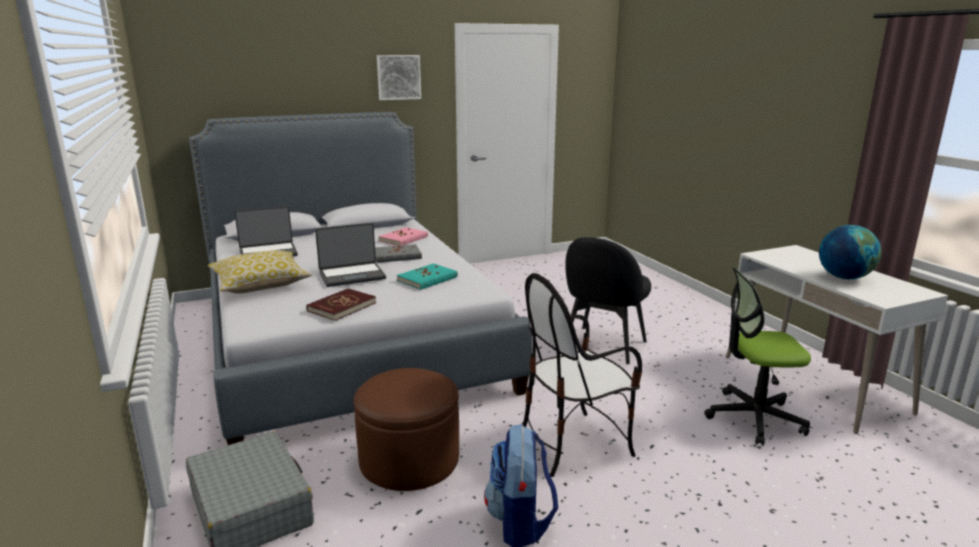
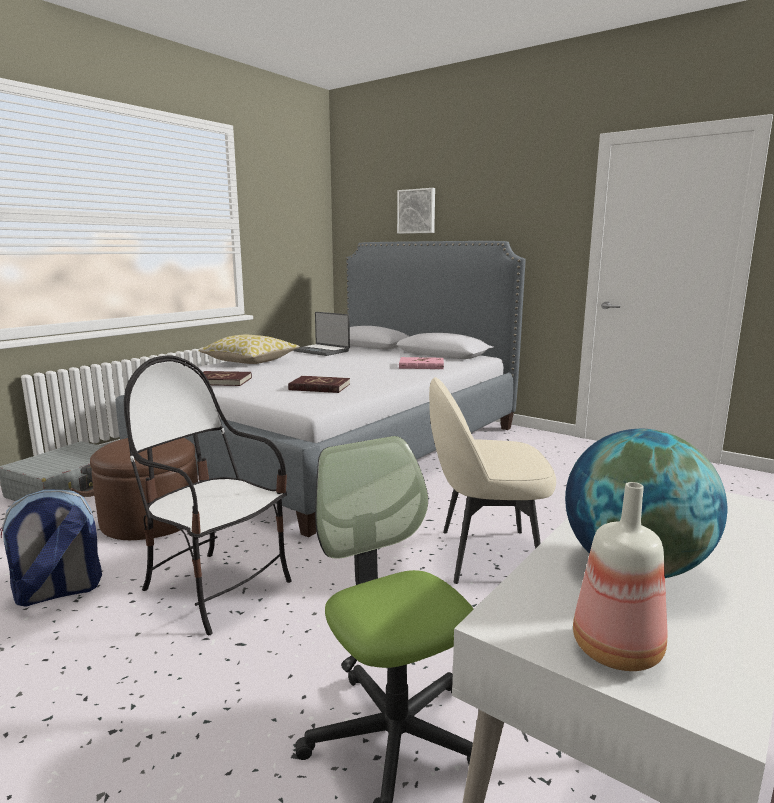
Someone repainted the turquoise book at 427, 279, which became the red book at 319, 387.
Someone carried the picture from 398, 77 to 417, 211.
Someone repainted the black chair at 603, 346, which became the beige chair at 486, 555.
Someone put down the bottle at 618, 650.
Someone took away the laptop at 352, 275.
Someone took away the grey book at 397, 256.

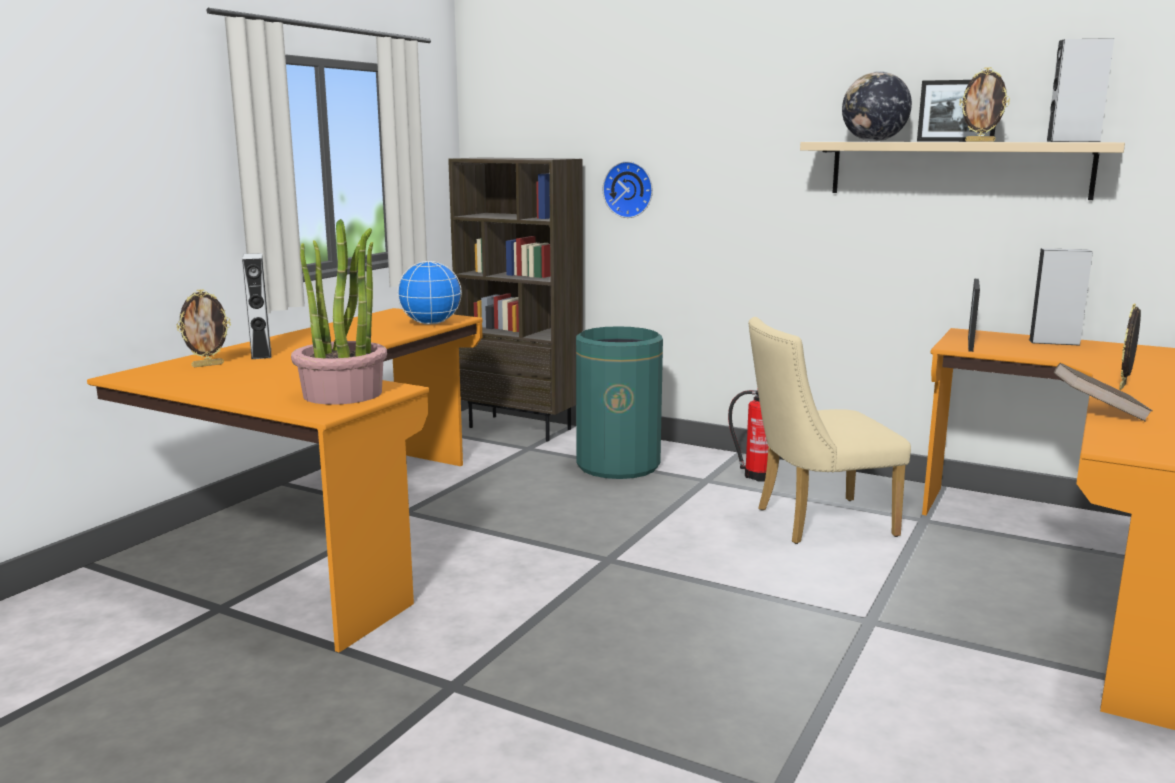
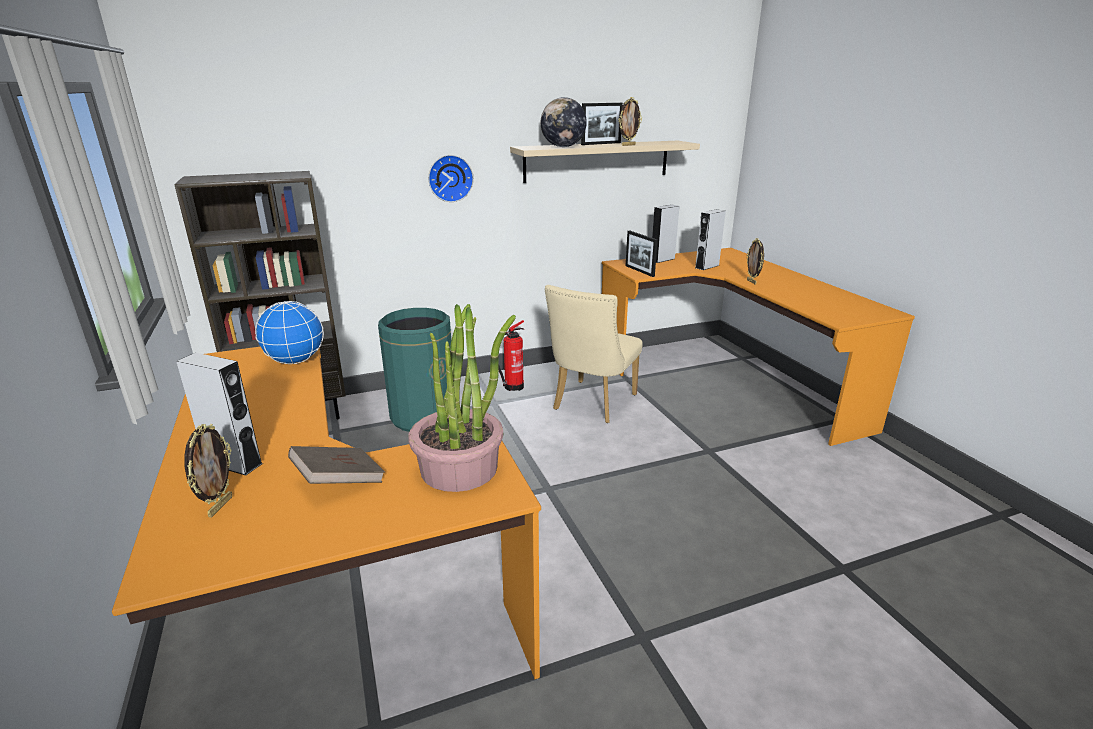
Someone carried the brown book from 1098, 411 to 339, 481.
Someone carried the wall clock from 629, 189 to 450, 178.
Someone carried the grey speaker from 1073, 141 to 707, 266.

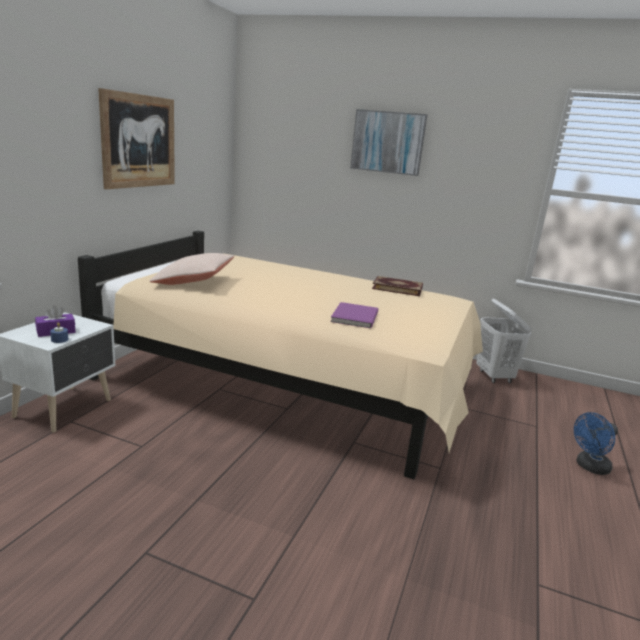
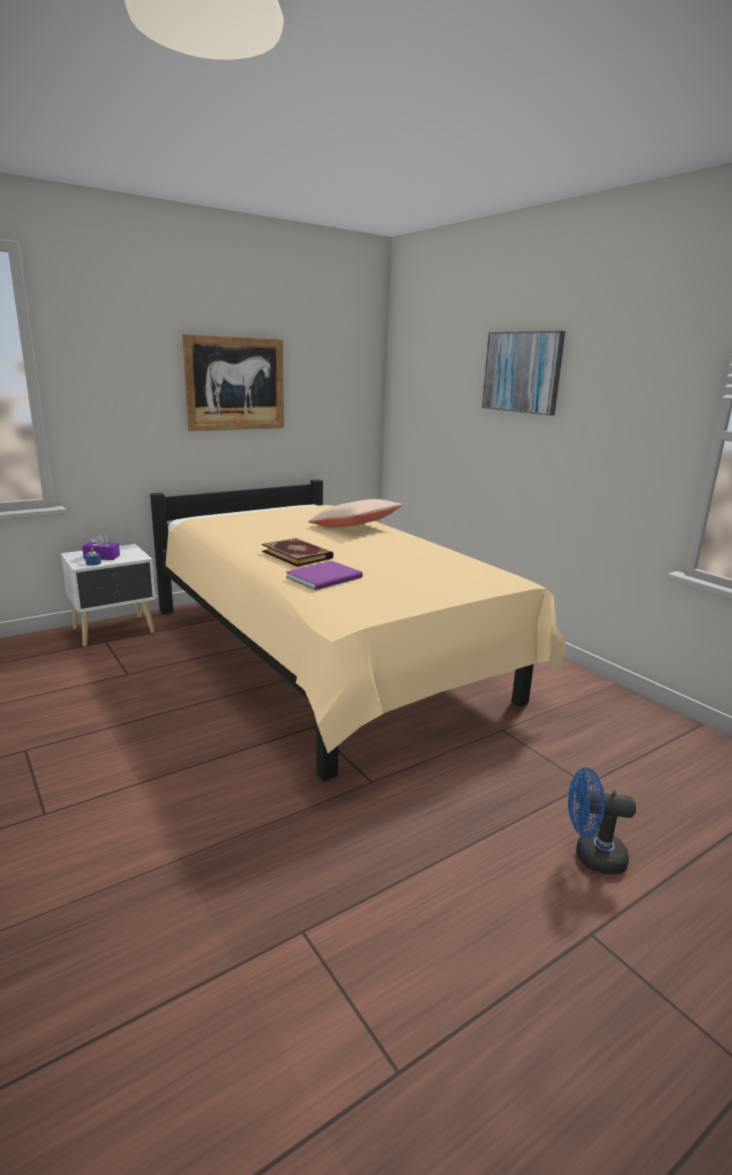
Someone carried the book from 397, 288 to 298, 554.
Someone carried the beige pillow from 193, 281 to 355, 527.
Someone took away the white laundry basket at 494, 376.

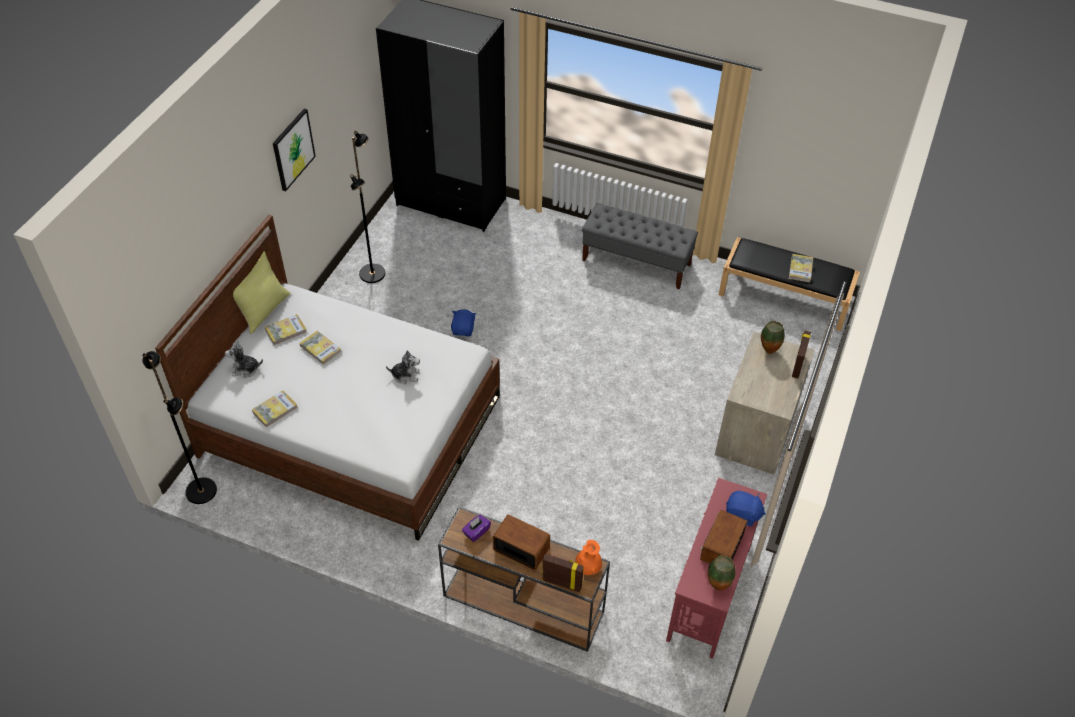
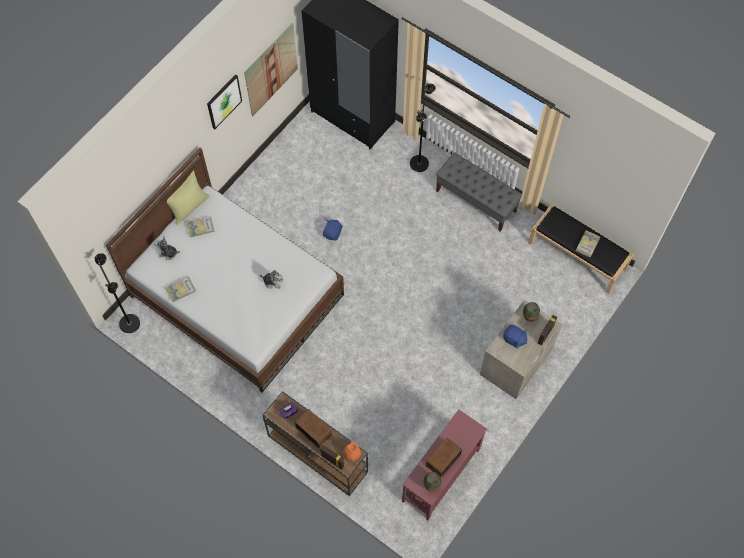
Someone put up the picture at 271, 70.
Someone carried the black floor lamp from 373, 274 to 419, 163.
Someone carried the blue plush toy from 742, 515 to 514, 339.
Someone took away the book at 320, 349.

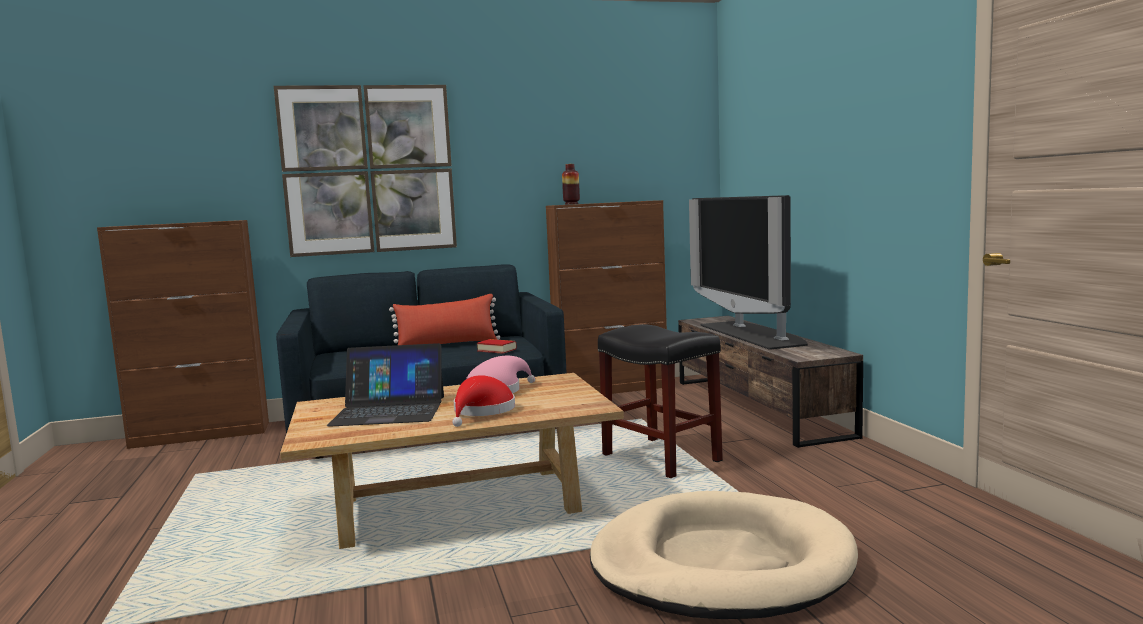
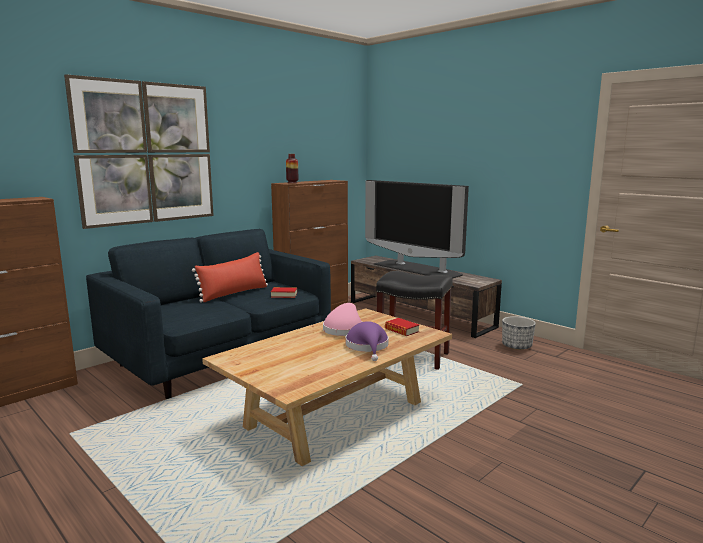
Someone repainted the red hat at 482, 412, which became the purple hat at 368, 347.
Someone put down the book at 401, 330.
Someone put down the planter at 517, 346.
Someone took away the laptop at 389, 411.
Someone took away the beige dog bed at 720, 564.

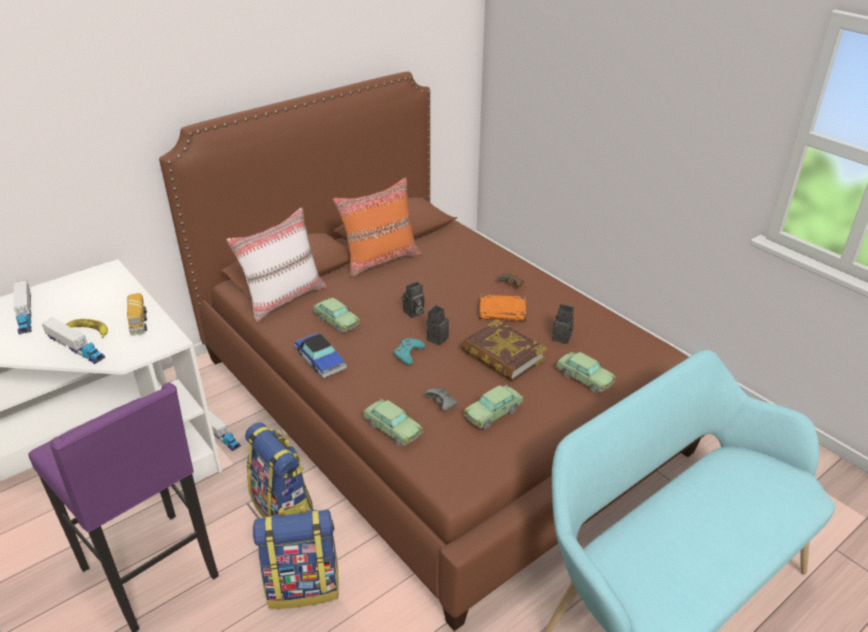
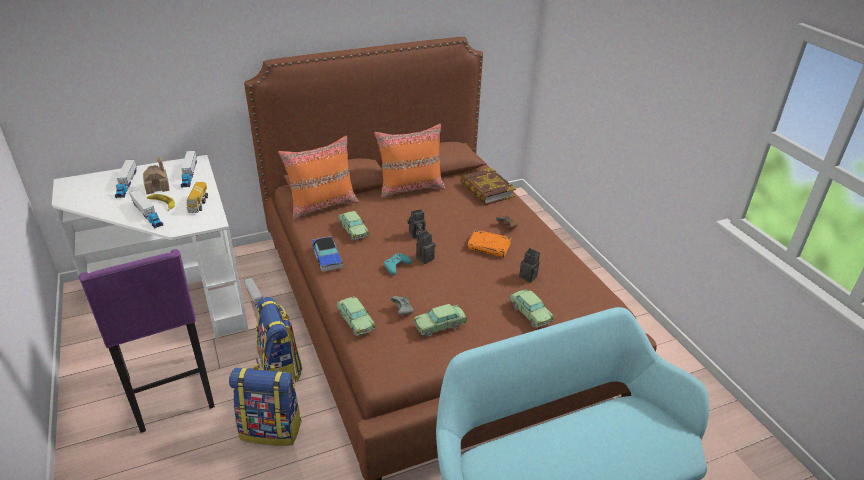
Someone put down the toy house at 157, 187.
Someone put down the toy truck at 189, 174.
Someone repainted the white pillow at 284, 298, which became the orange pillow at 323, 205.
Someone carried the book from 502, 356 to 487, 190.

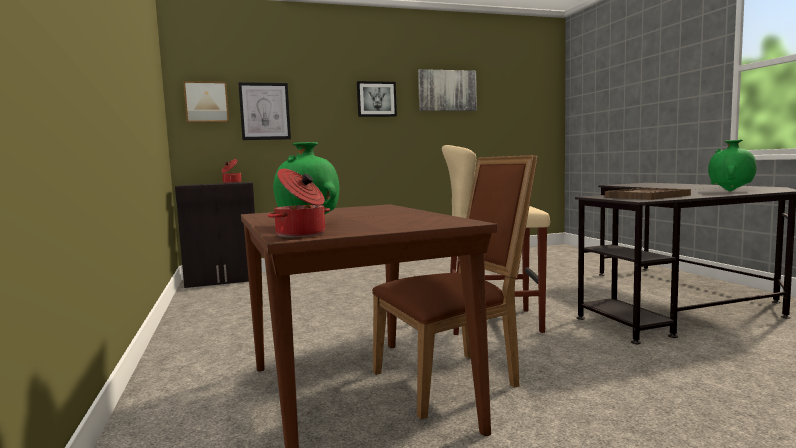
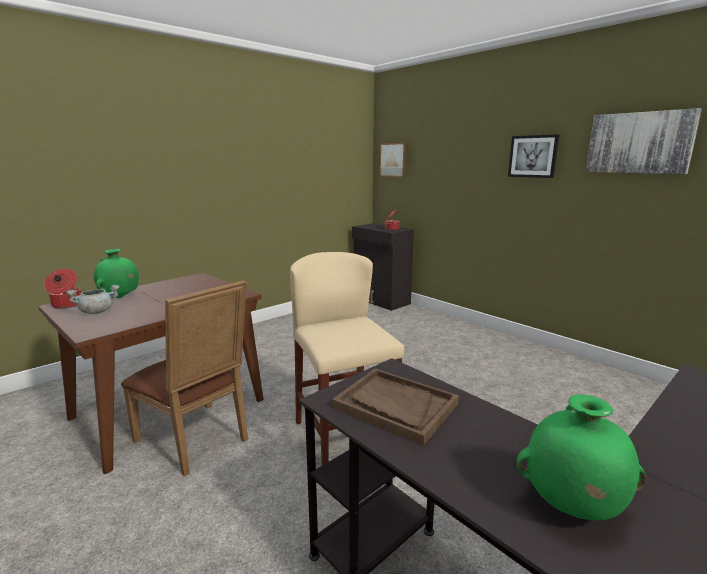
Someone put down the grey cooking pot at 97, 312.
Someone took away the picture at 265, 111.

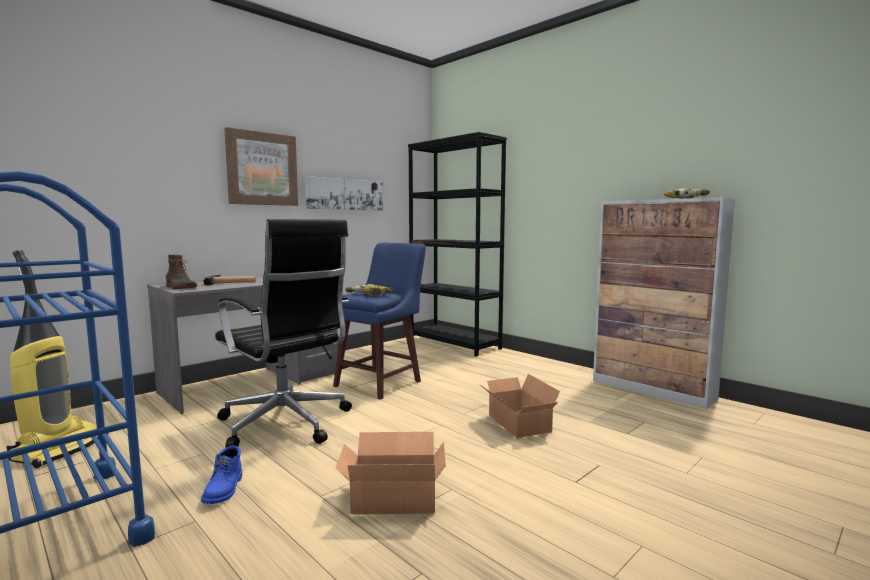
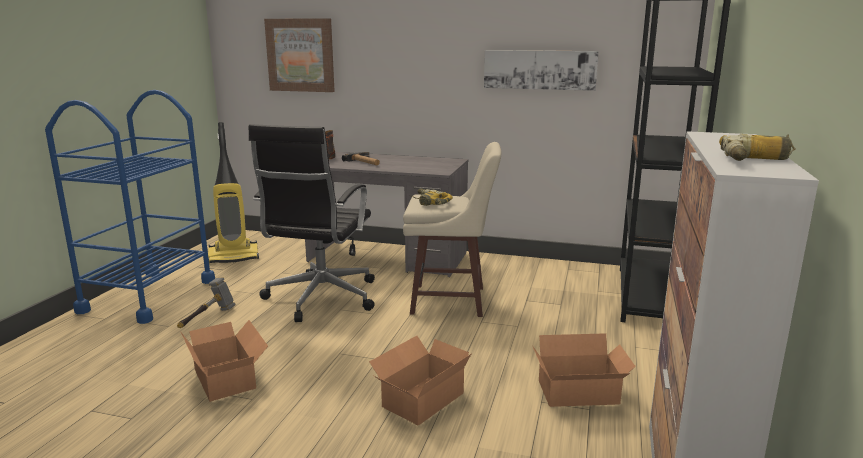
Someone swapped the blue boot at 224, 490 for the hammer at 207, 319.
Someone carried the picture from 262, 169 to 300, 55.
Someone repainted the blue stool at 380, 383, which became the beige stool at 451, 301.
Someone put down the cardboard box at 580, 394.

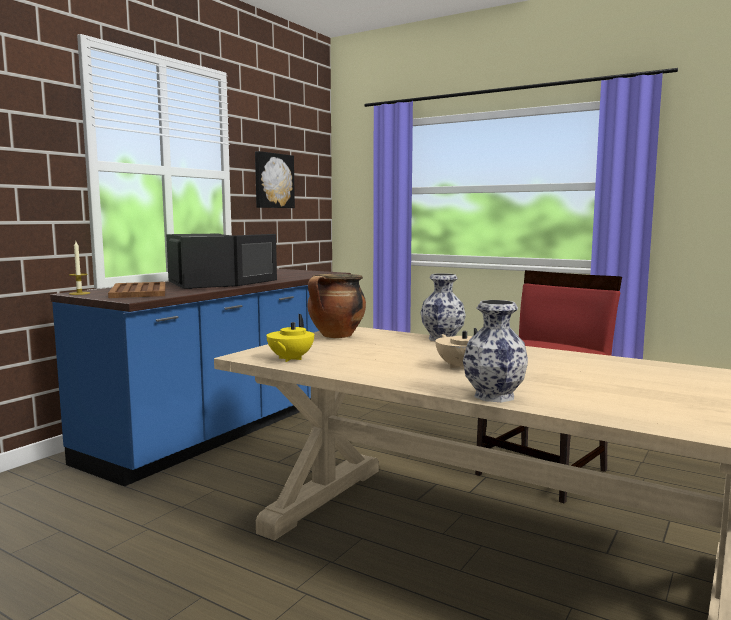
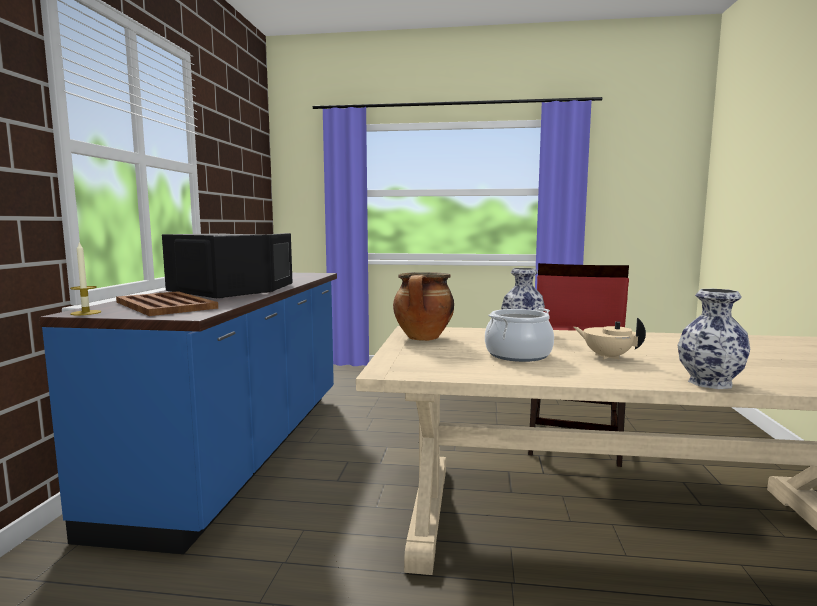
Someone put down the cooking pot at 518, 355.
Someone took away the picture at 273, 181.
Someone took away the yellow teapot at 290, 359.

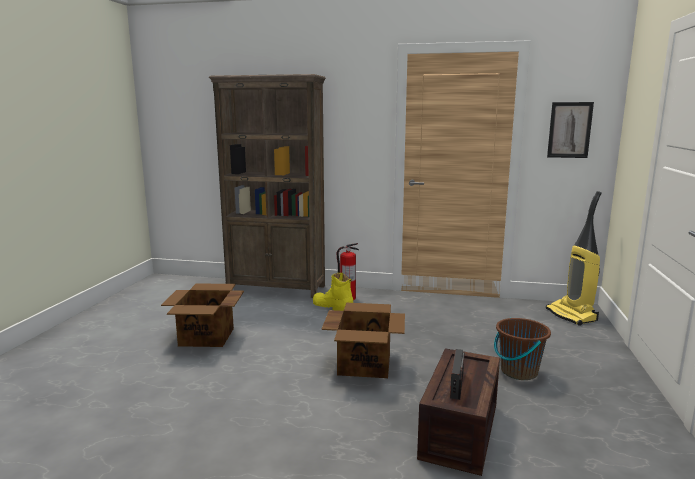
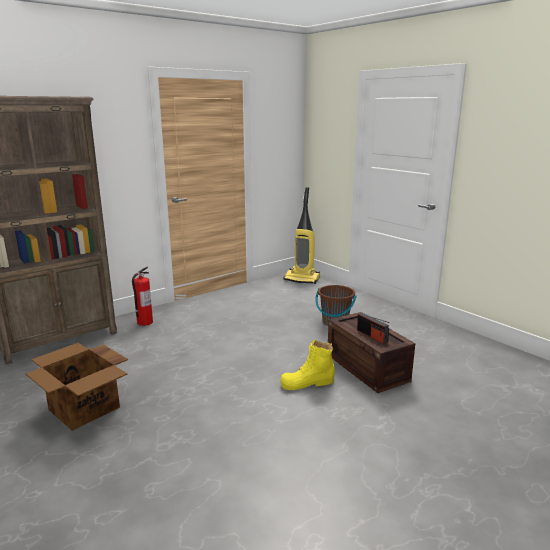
Someone carried the yellow boot from 332, 306 to 307, 383.
Someone took away the cardboard box at 364, 364.
Someone took away the picture at 569, 130.

